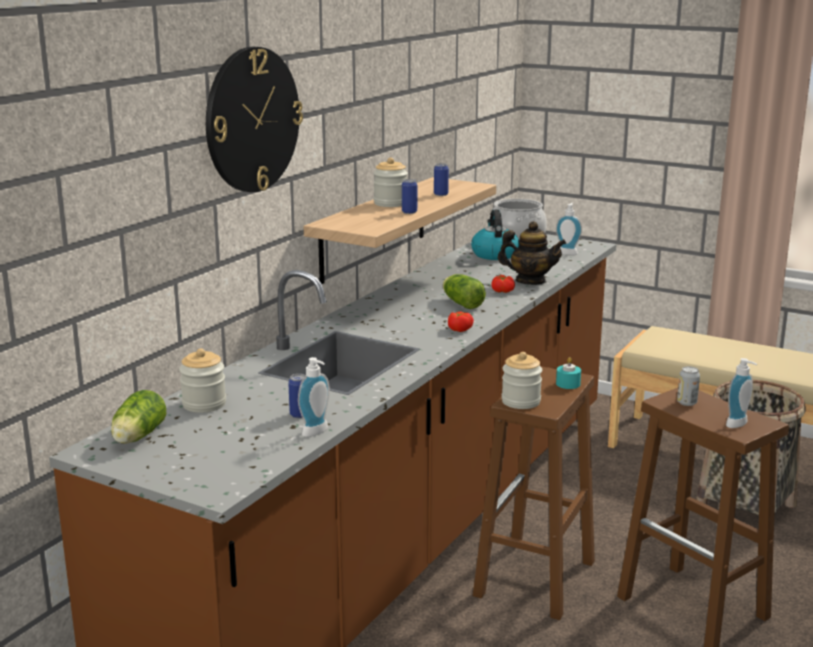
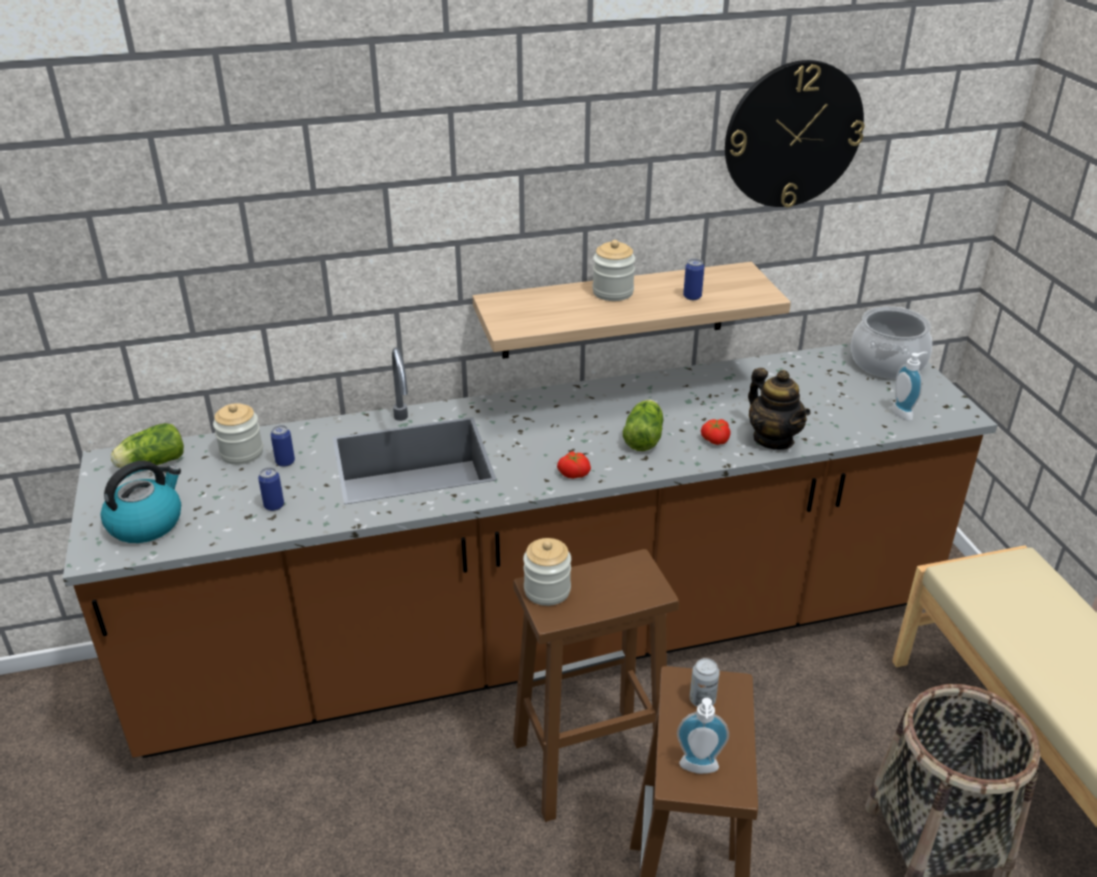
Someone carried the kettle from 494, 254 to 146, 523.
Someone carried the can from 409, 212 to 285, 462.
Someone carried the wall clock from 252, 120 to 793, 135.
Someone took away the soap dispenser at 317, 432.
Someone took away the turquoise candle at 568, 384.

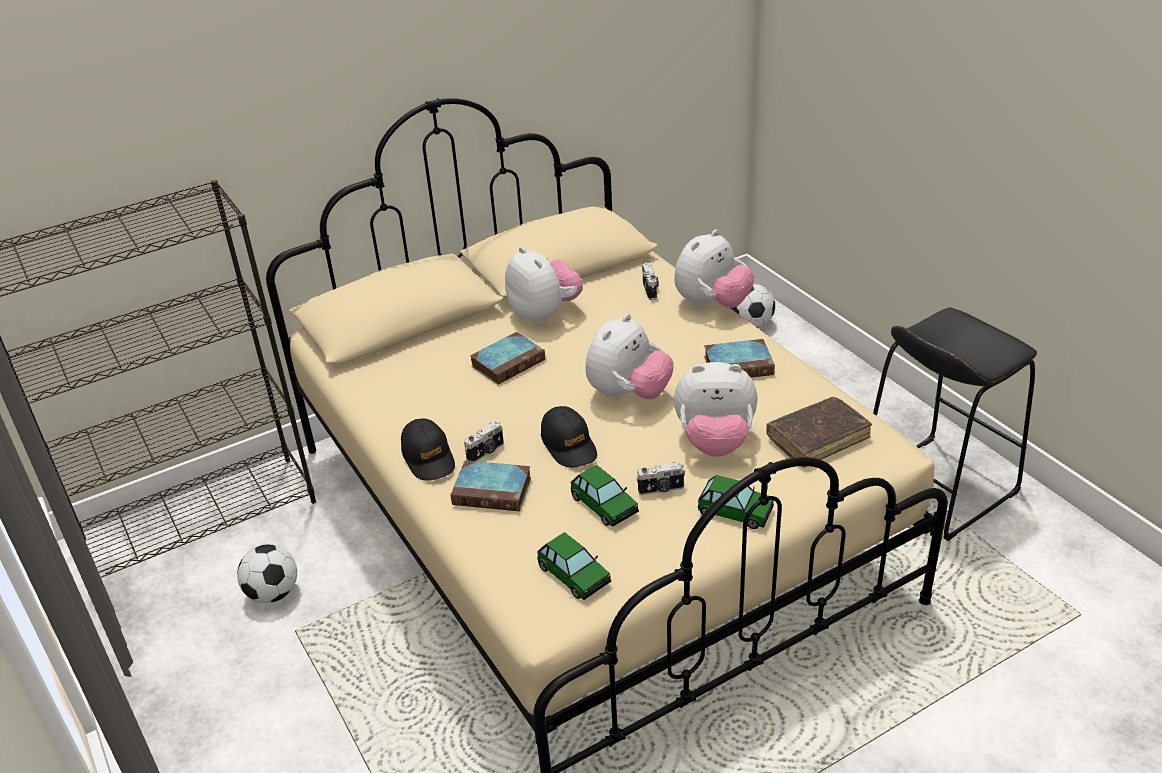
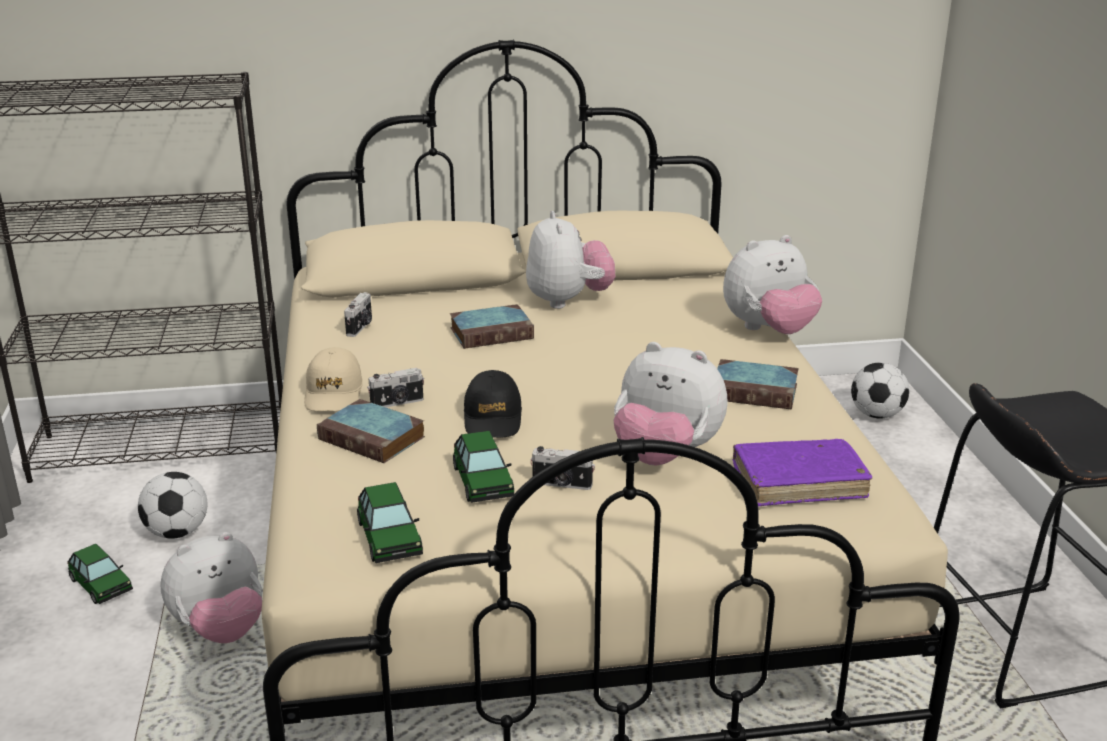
Someone carried the toy car from 735, 511 to 101, 585.
Someone carried the plush toy from 628, 394 to 220, 630.
Someone repainted the black cap at 428, 457, which became the beige cap at 333, 393.
Someone carried the photo camera from 650, 290 to 361, 327.
Someone repainted the brown book at 817, 438, which became the purple book at 798, 483.

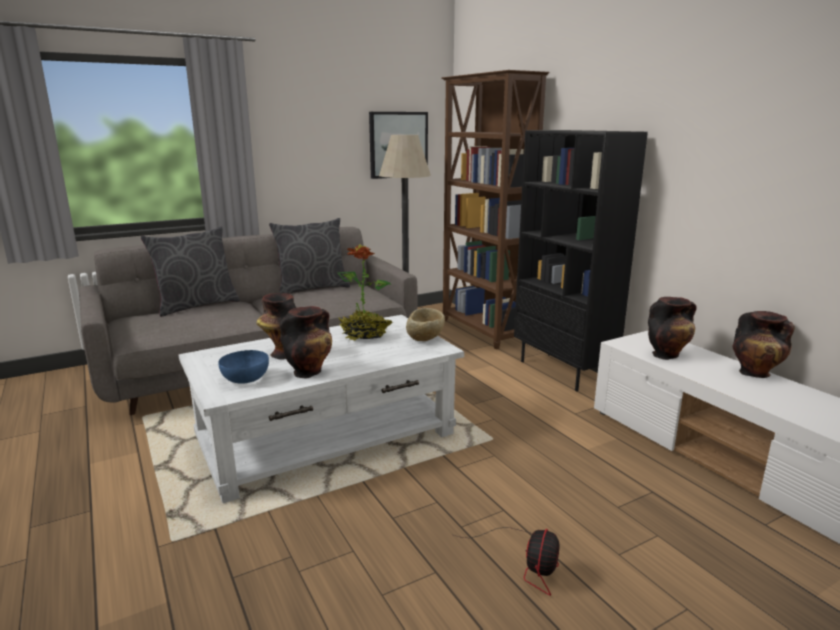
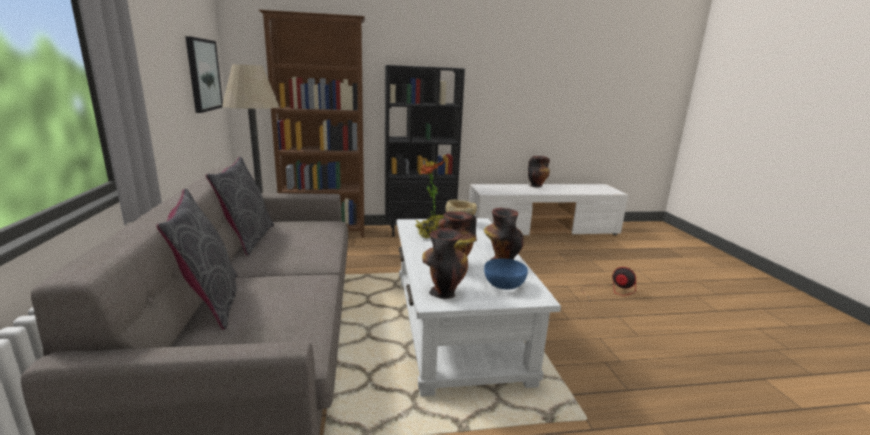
Someone carried the vase from 666, 355 to 443, 291.

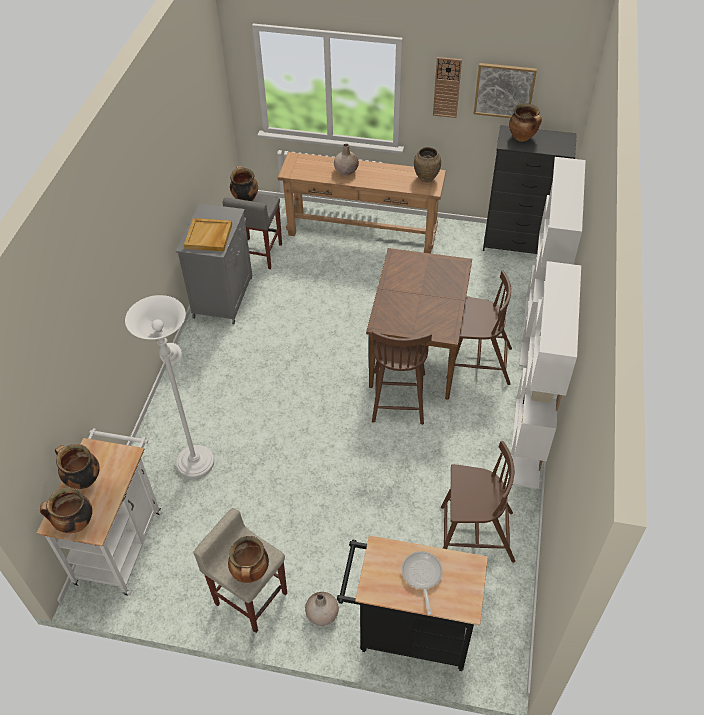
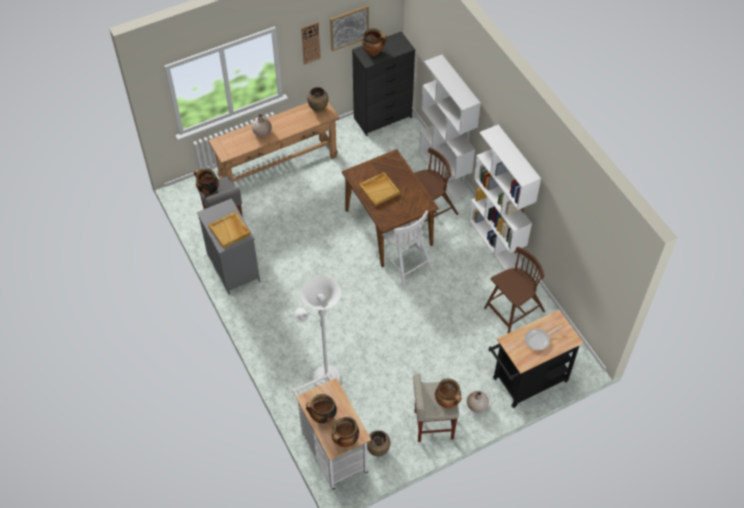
Someone put down the beige tray at 379, 190.
Someone put down the brown vase at 377, 450.
Someone repainted the brown chair at 398, 396, which became the white chair at 403, 261.
Someone rotated the frying pan at 422, 576 by 75 degrees counterclockwise.

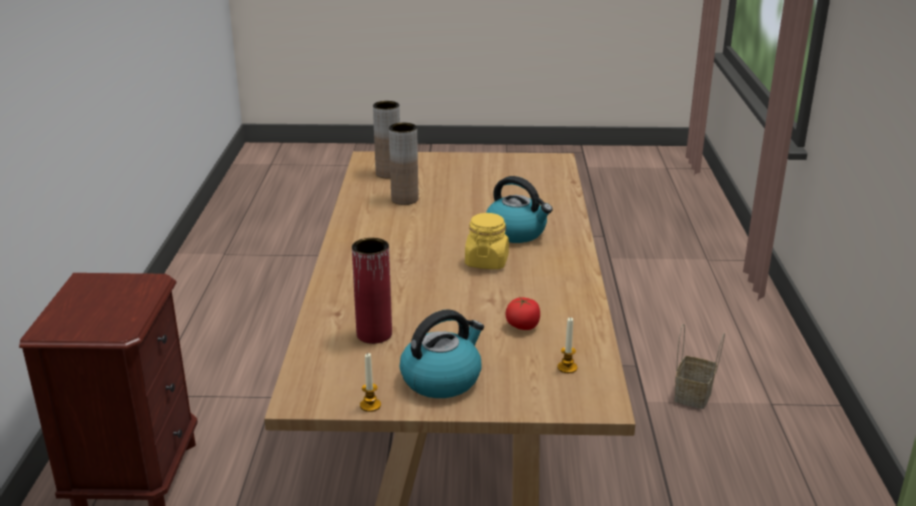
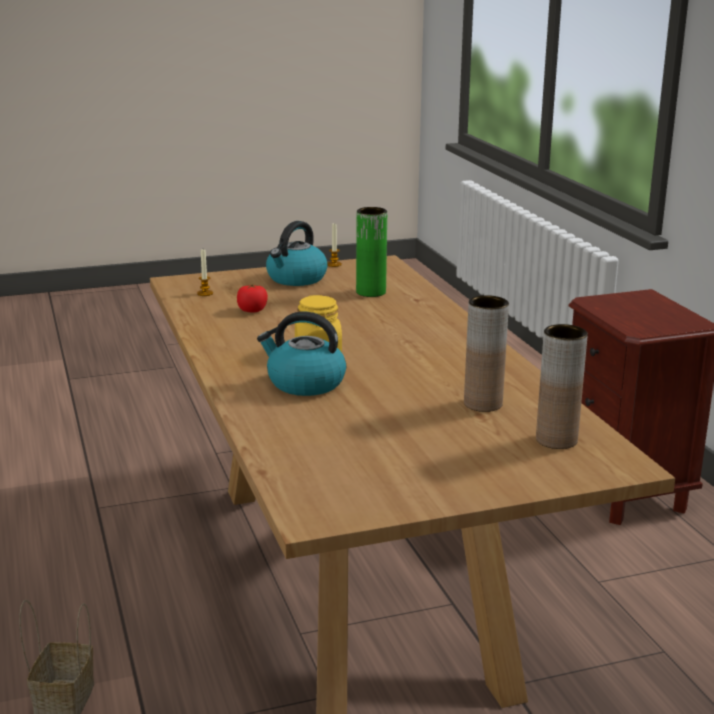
Someone repainted the red vase at 374, 334, which became the green vase at 371, 292.

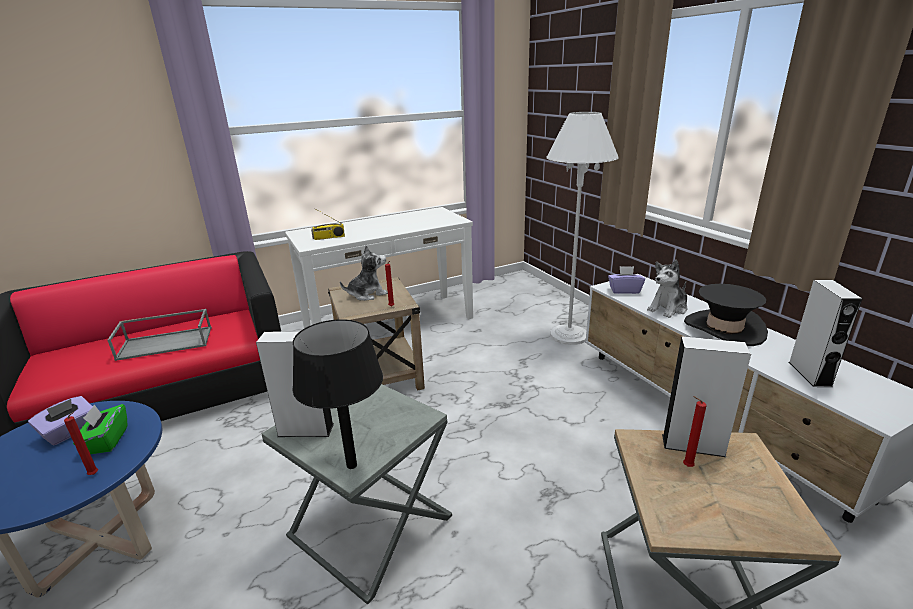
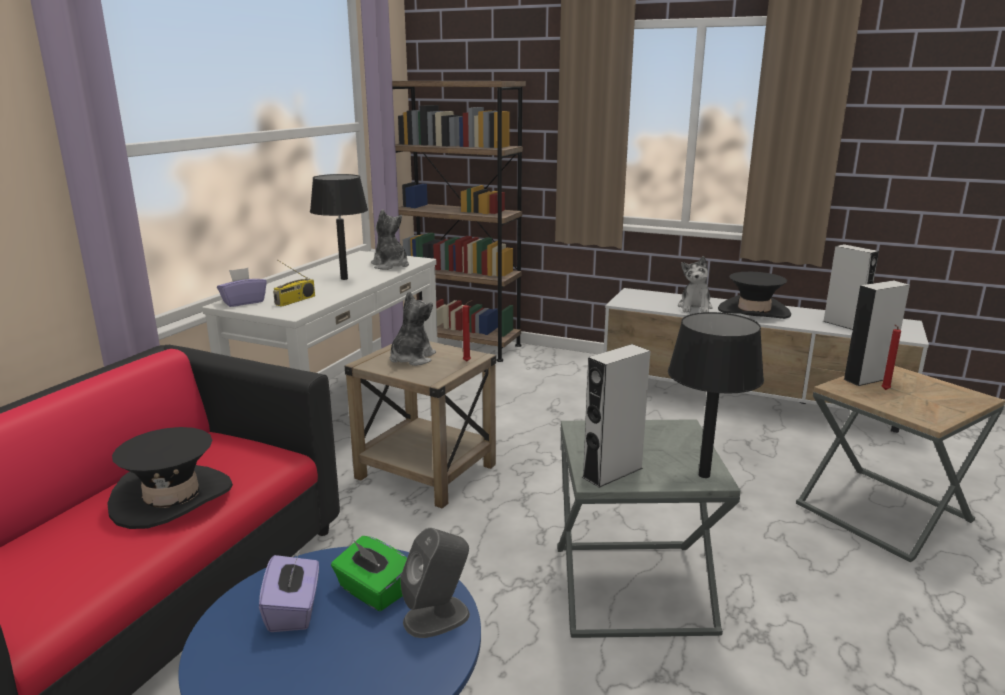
Someone swapped the grey tray at 167, 342 for the black hat at 172, 498.
Someone carried the purple tissue box from 624, 290 to 243, 302.
Someone put down the black table lamp at 344, 279.
Someone put down the plush toy at 390, 266.
Someone put down the brown bookcase at 459, 345.
Someone swapped the red candle at 95, 474 for the grey speaker at 437, 617.
Someone took away the white floor lamp at 569, 335.

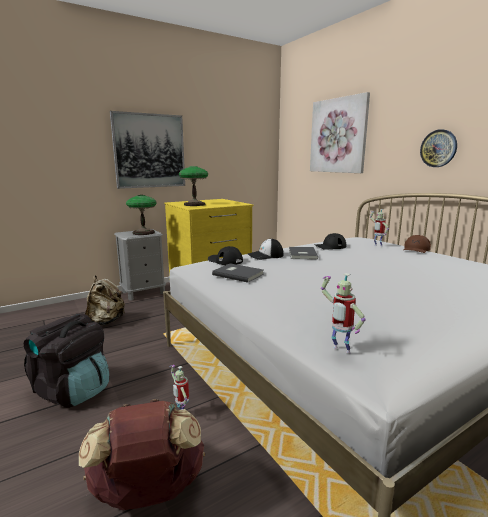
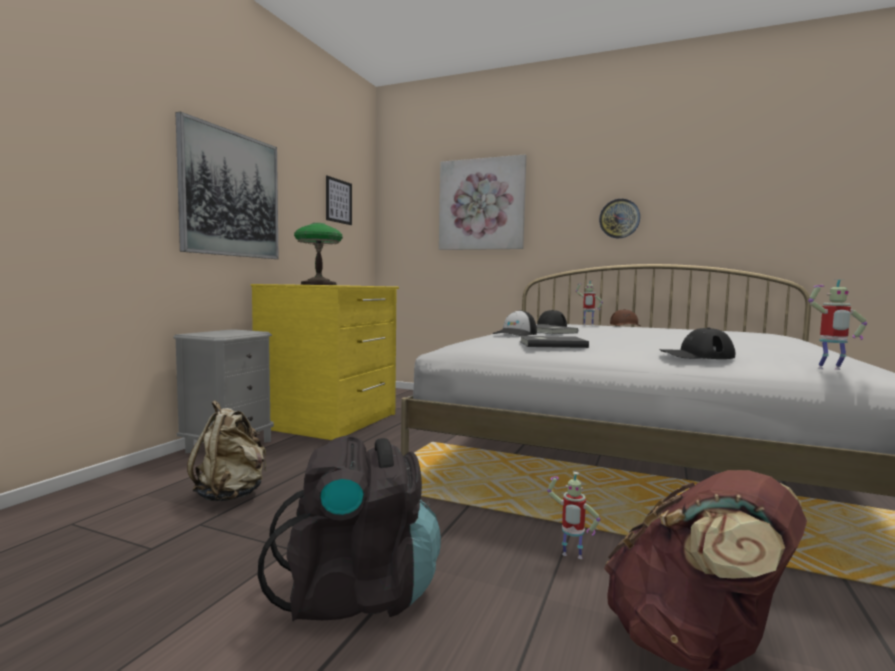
Someone put up the picture at 338, 201.
Someone carried the black cap from 225, 260 to 696, 355.
Someone took away the table lamp at 143, 233.

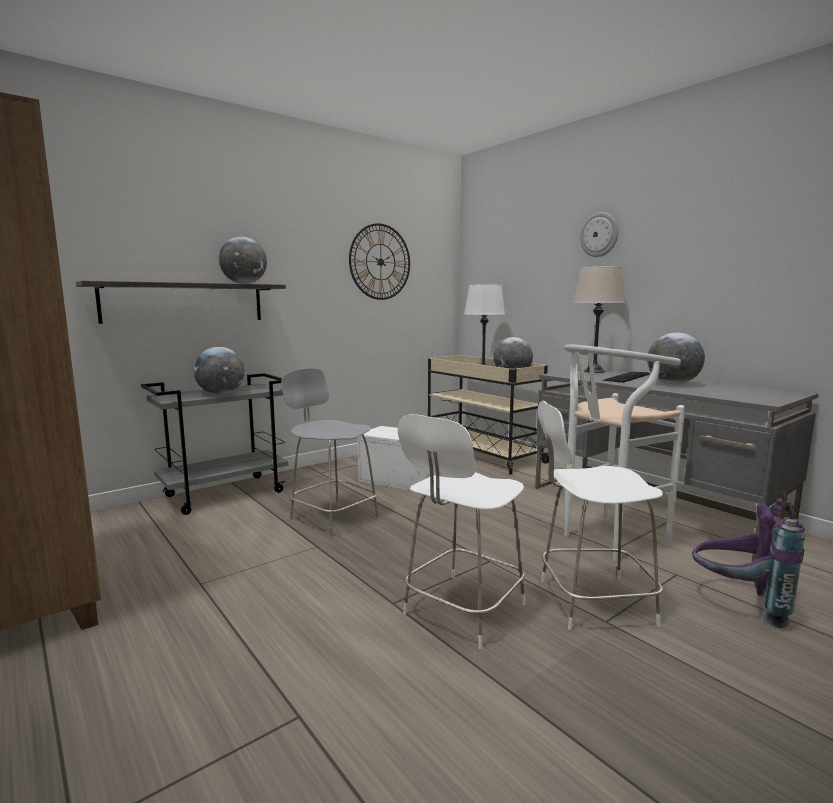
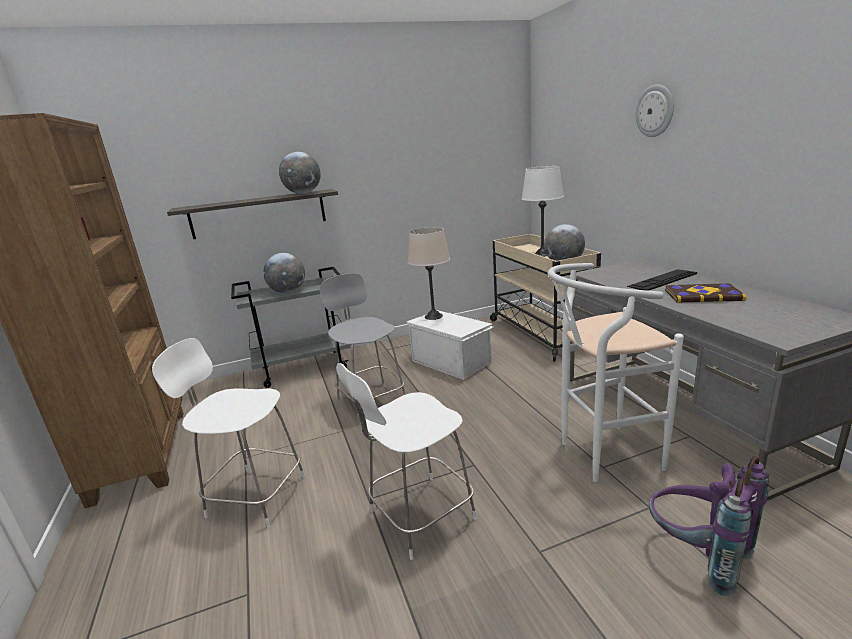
Someone carried the white chair from 591, 602 to 254, 495.
Someone carried the beige table lamp from 594, 371 to 433, 316.
Someone swapped the globe at 672, 384 for the book at 703, 295.
Someone took away the wall clock at 380, 262.

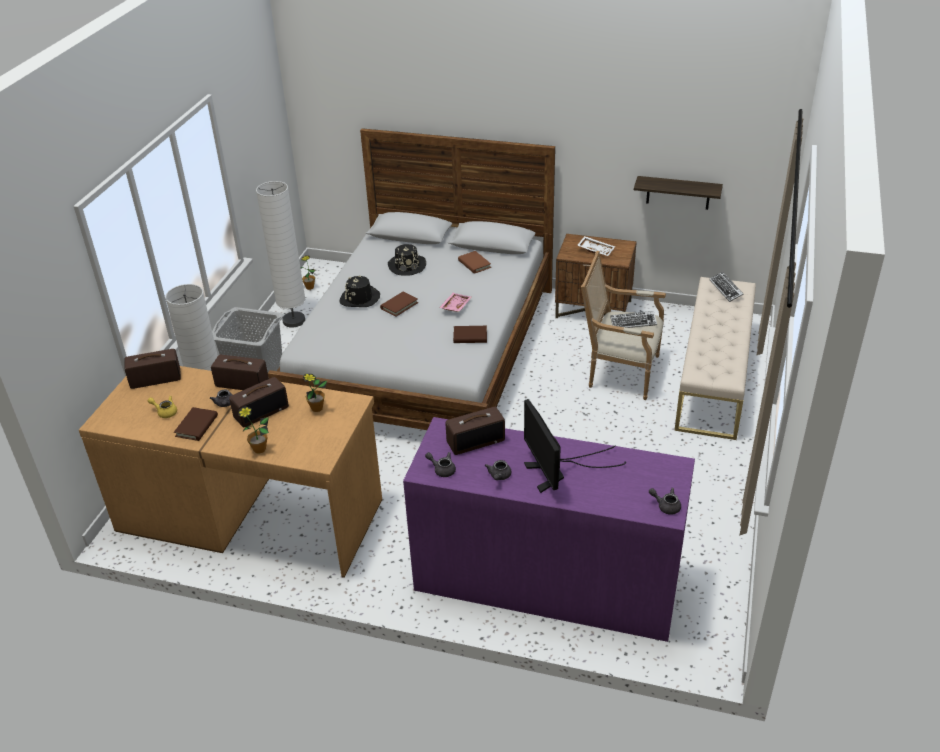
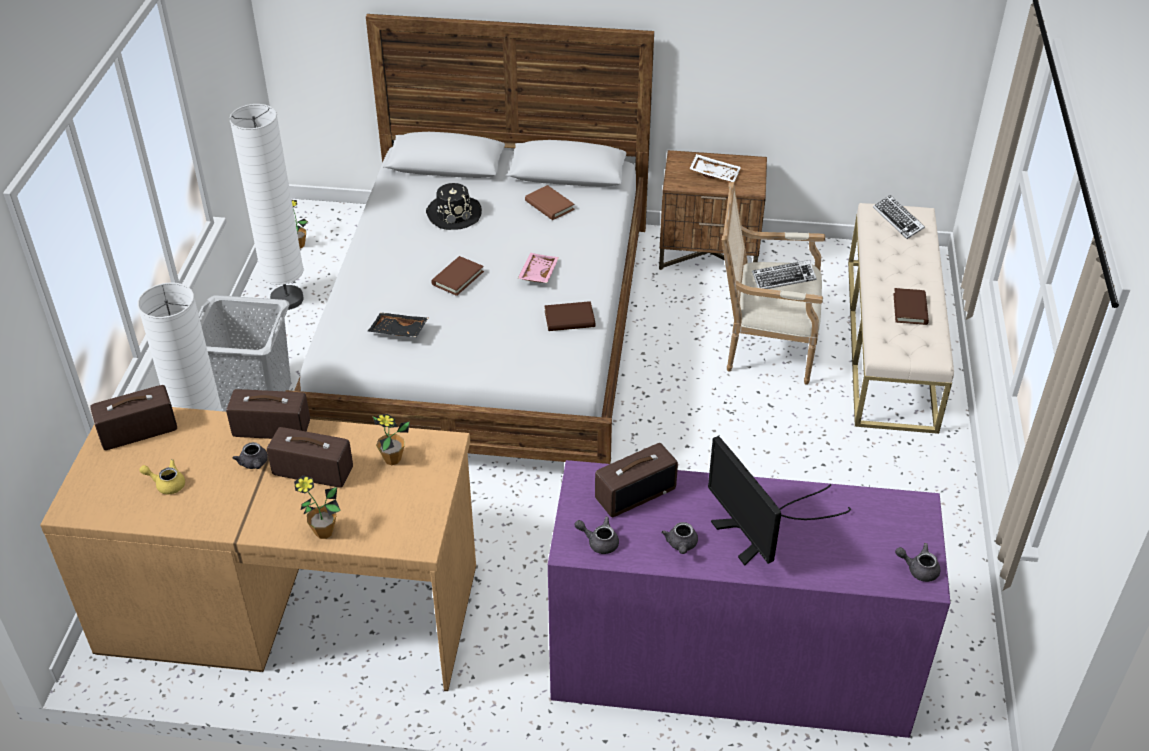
Someone rotated the radio at 261, 412 by 120 degrees counterclockwise.
Someone put down the black tray at 398, 331.
Someone carried the brown book from 196, 426 to 910, 309.
Someone took away the black hat at 359, 298.
Someone took away the shelf at 678, 193.

